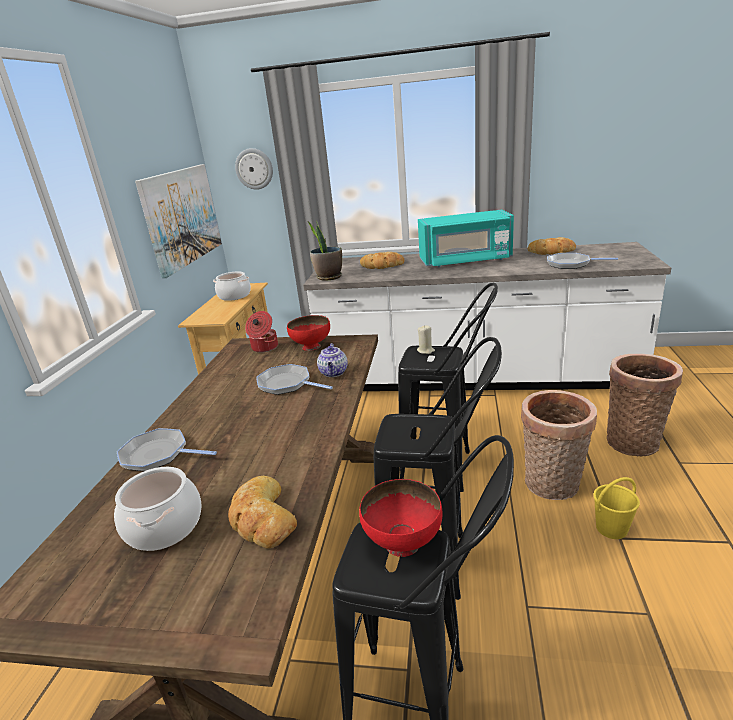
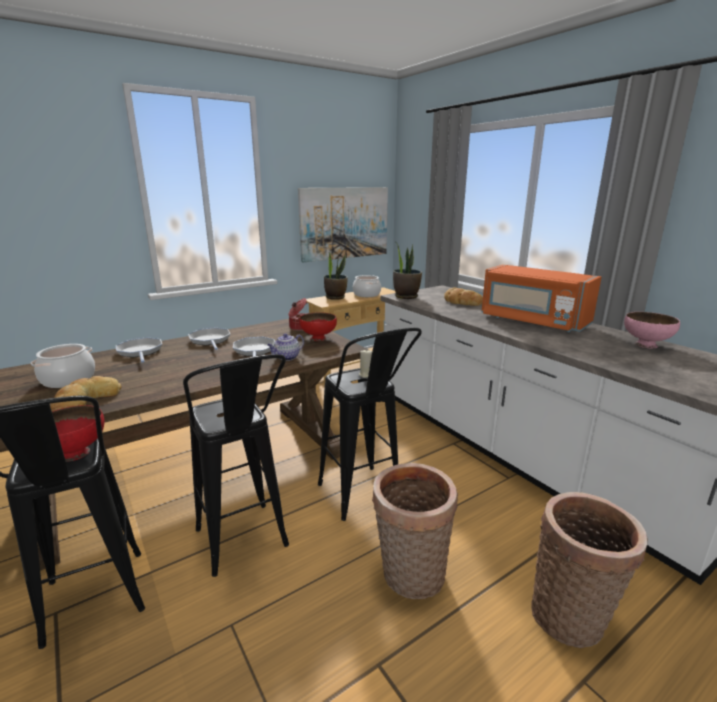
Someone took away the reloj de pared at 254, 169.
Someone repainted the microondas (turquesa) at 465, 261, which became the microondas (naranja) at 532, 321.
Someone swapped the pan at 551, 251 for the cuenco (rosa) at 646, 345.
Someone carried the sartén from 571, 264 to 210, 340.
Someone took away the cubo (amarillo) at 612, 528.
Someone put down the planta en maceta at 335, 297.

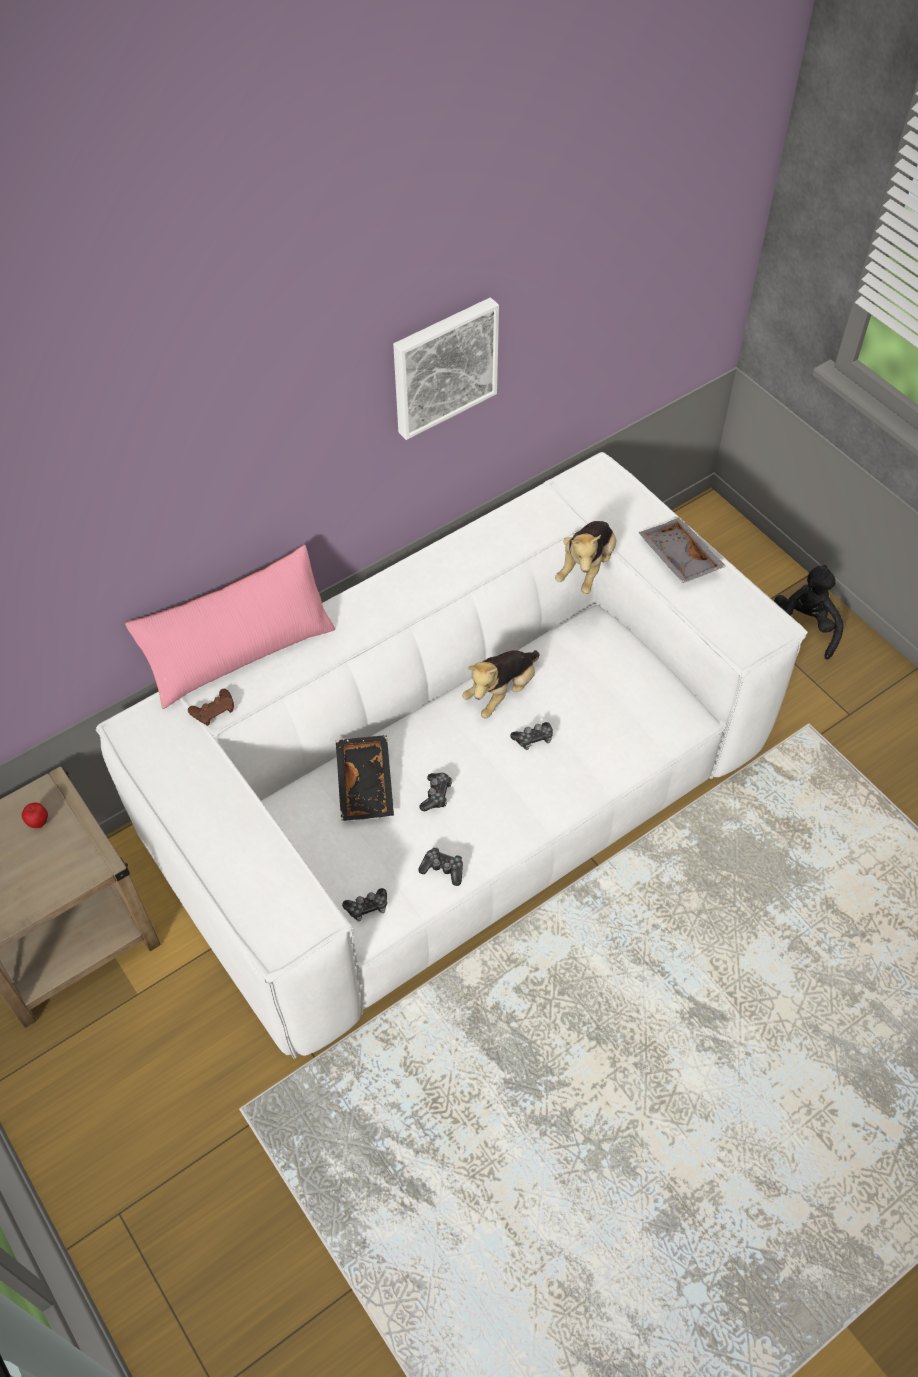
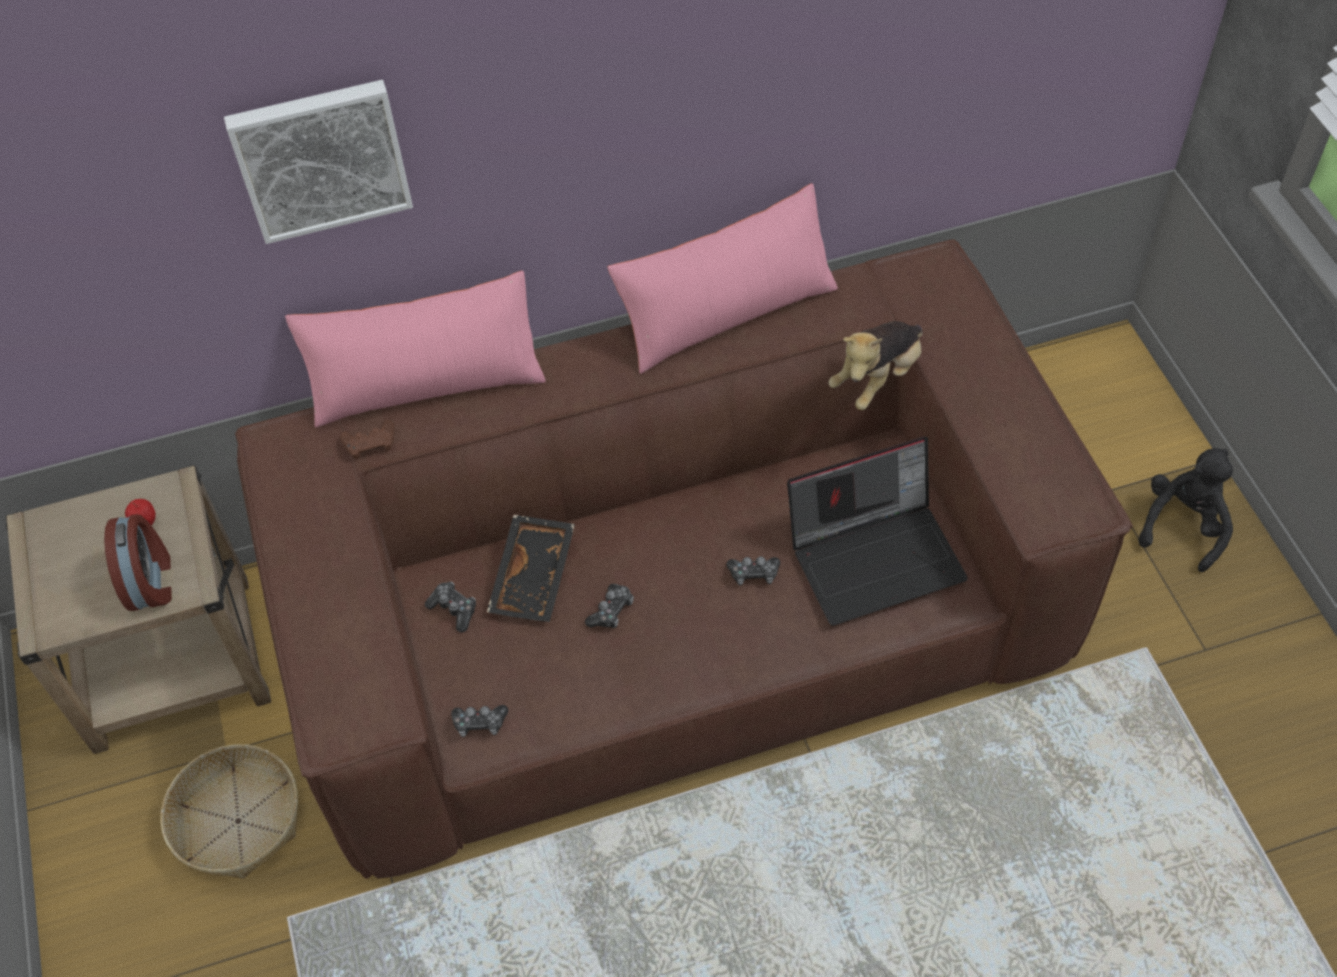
Someone carried the cuadro from 443, 366 to 320, 157.
Someone repainted the sofá (blanco) at 460, 791, which became the sofá (marrón) at 676, 617.
Someone took away the bandeja (gris) at 678, 558.
Someone took away the peluche at 502, 692.
Someone carried the mando de consola from 443, 869 to 454, 609.
Someone put down the cojín (rosa) at 726, 313.
Someone put down the portátil at 876, 555.
Someone put down the despertador at 151, 581.
Someone put down the cesta at 238, 821.

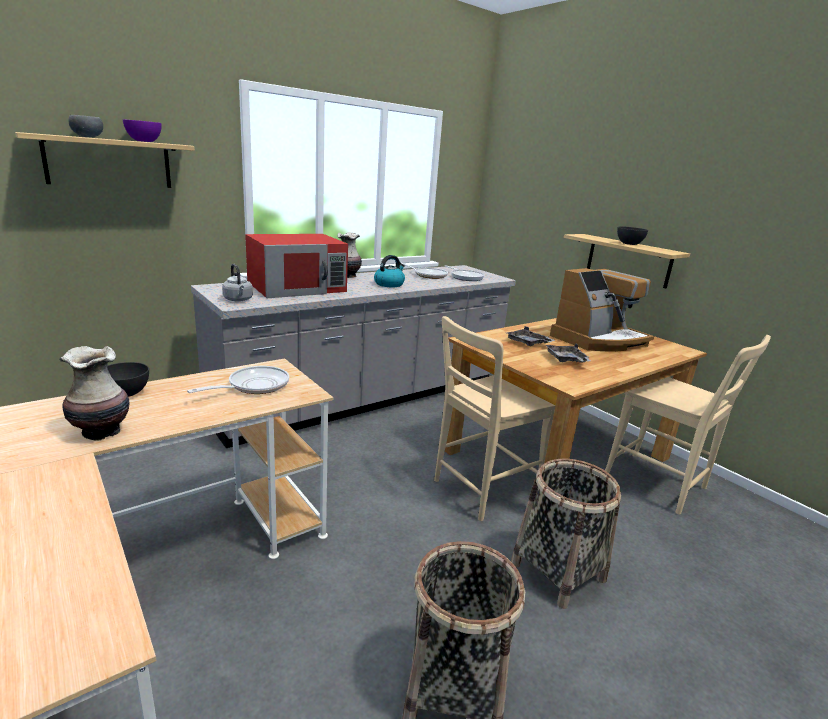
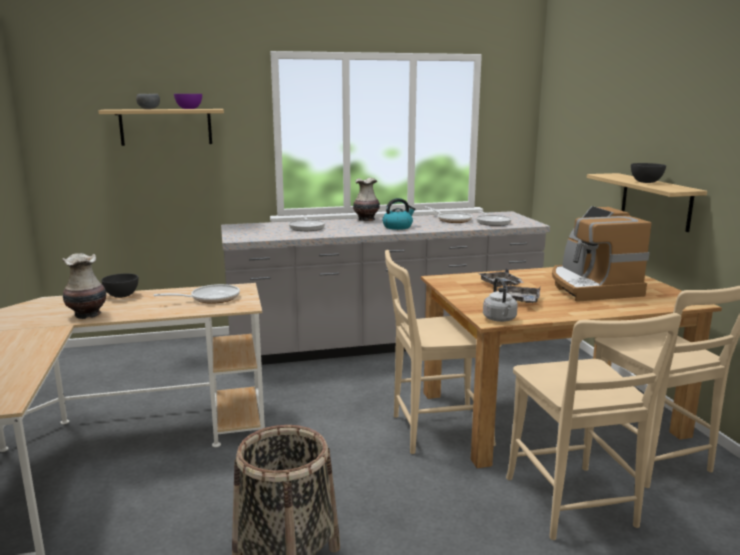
Someone swapped the microondas (rojo) at 297, 287 for the sartén at 307, 227.
Someone carried the hervidor (gris) from 238, 300 to 500, 319.
Someone rotated the cafetera at 598, 340 by 90 degrees clockwise.
Someone took away the cesta at 558, 572.
Someone put down the silla (beis) at 573, 506.

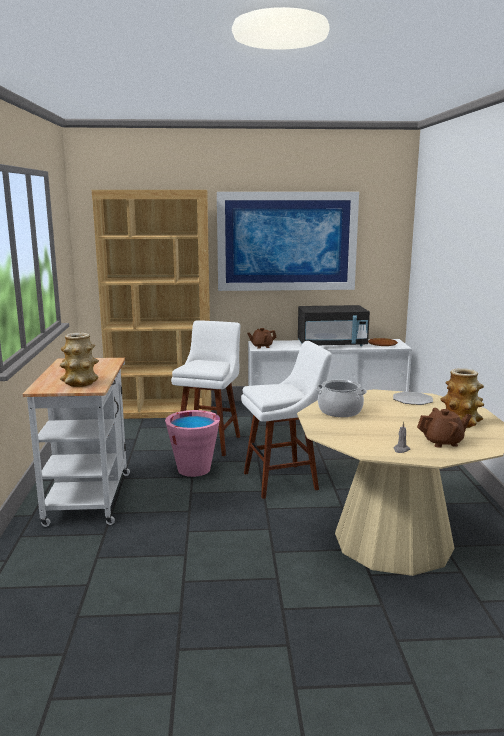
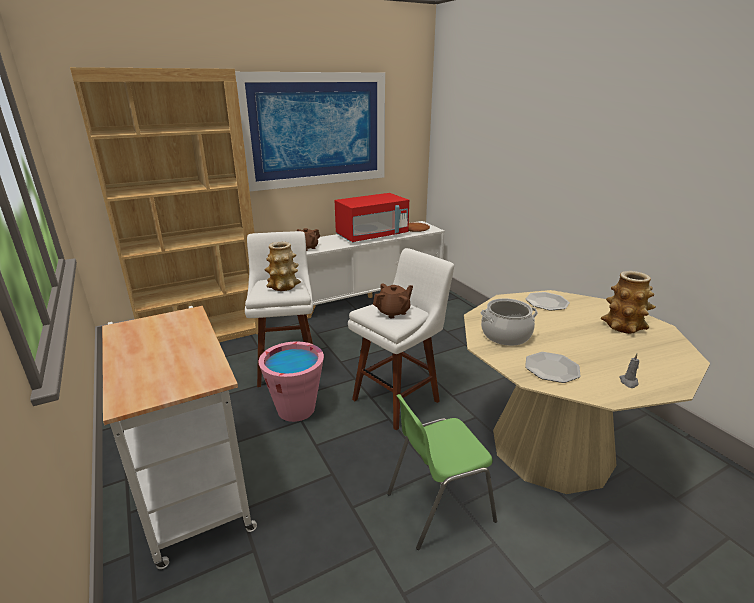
Someone repainted the microondas (negro) at 332, 345, which became the microondas (rojo) at 372, 236.
Someone carried the florero from 80, 383 to 283, 286.
Someone carried the tetera (marrón) from 442, 442 to 393, 312.
Someone put down the plato at 552, 368.
Someone put down the silla (verde) at 438, 506.

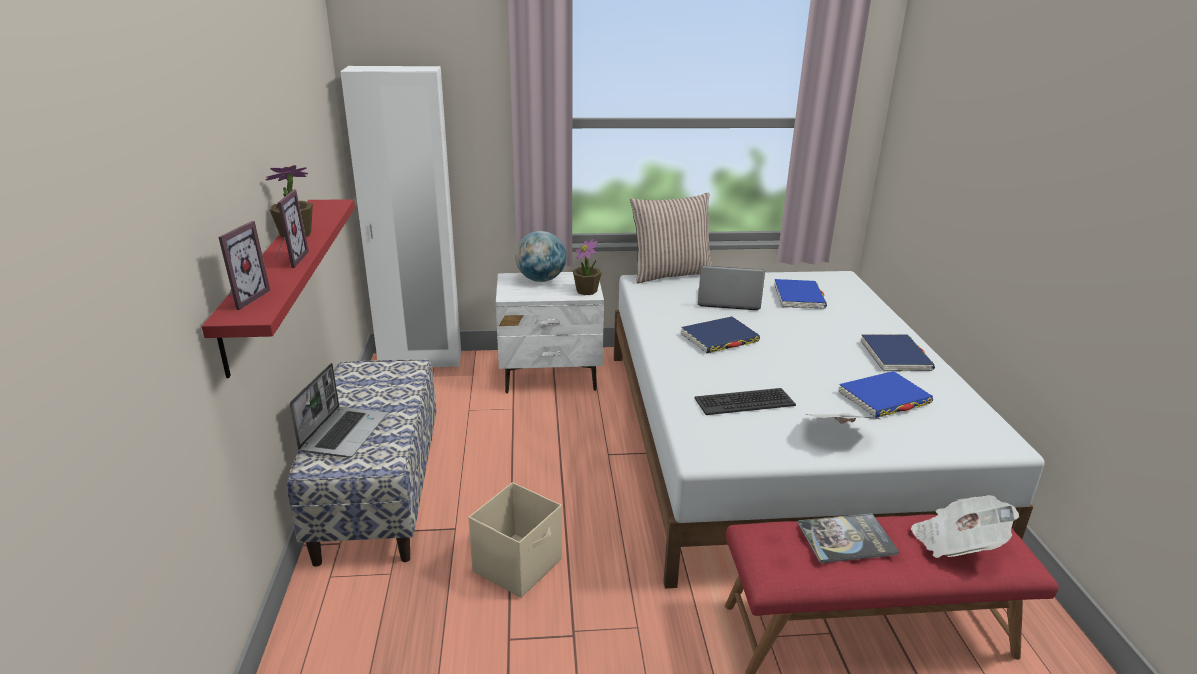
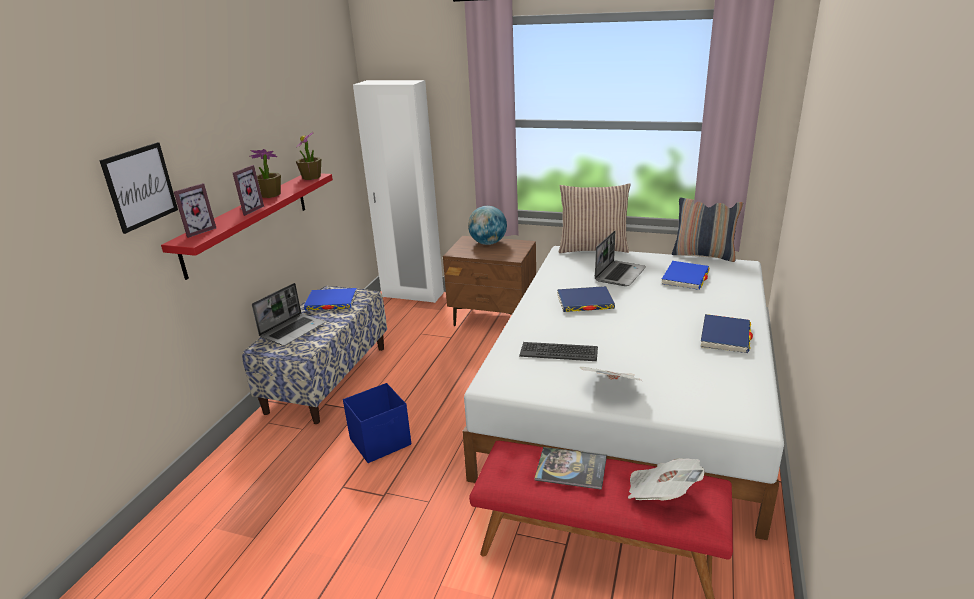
Someone carried the planta en maceta from 586, 291 to 311, 177.
Someone rotated the portátil at 727, 301 by 90 degrees clockwise.
Someone repainted the mesita de noche (blanco) at 551, 376, which became the mesita de noche (marrón) at 493, 318.
Someone carried the libro (azul) from 884, 398 to 331, 302.
Someone repainted the caja de almacenaje (beis) at 519, 565, which became the caja de almacenaje (azul) at 381, 442.
Someone put up the cuadro at 140, 186.
Someone put down the cojín at 703, 255.

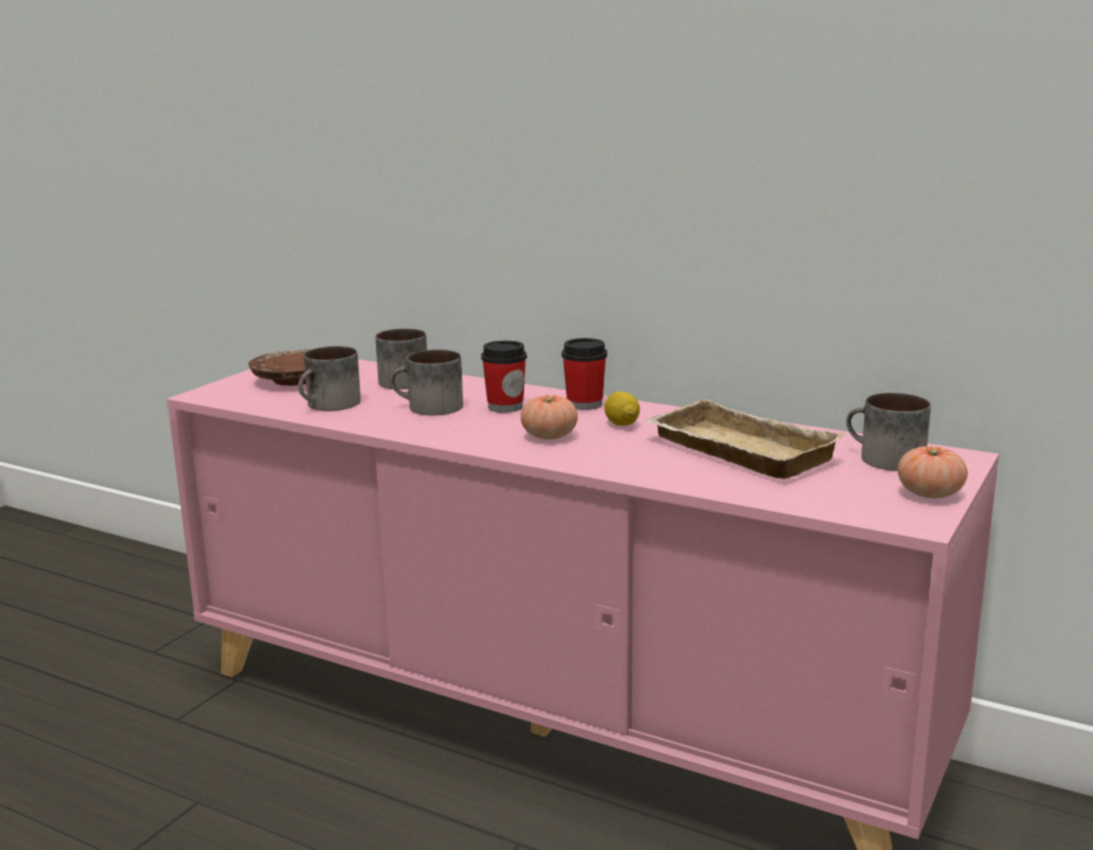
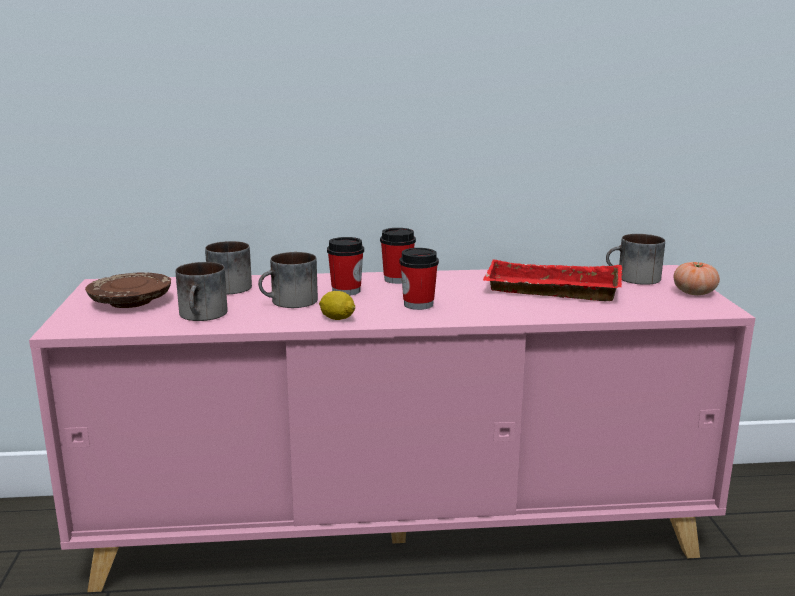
Someone carried the limón from 621, 424 to 337, 318.
Someone swapped the tomate at 549, 436 for the taza at 418, 304.
Someone repainted the bandeja (beis) at 735, 451, which became the bandeja (rojo) at 550, 290.

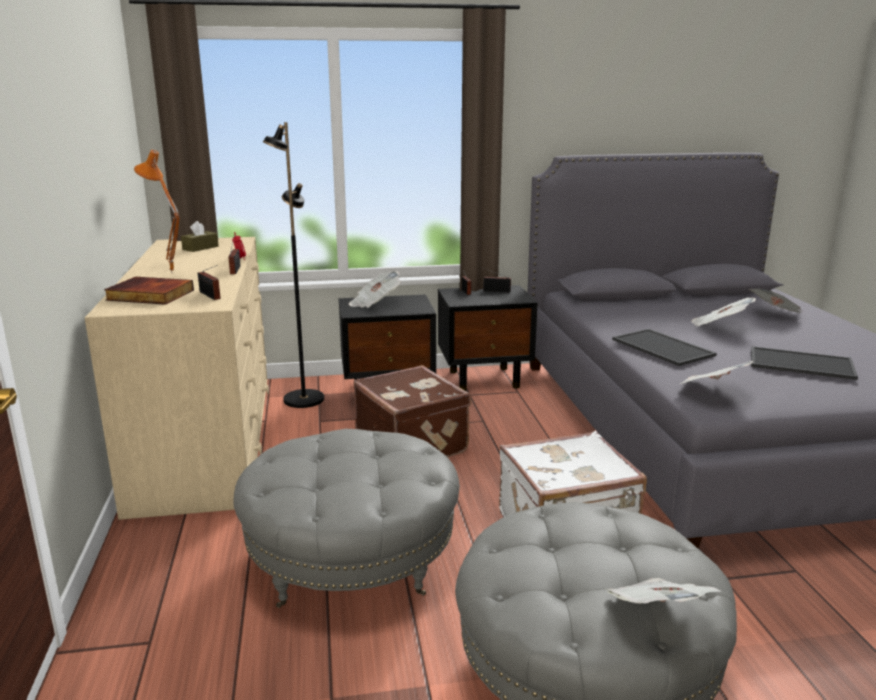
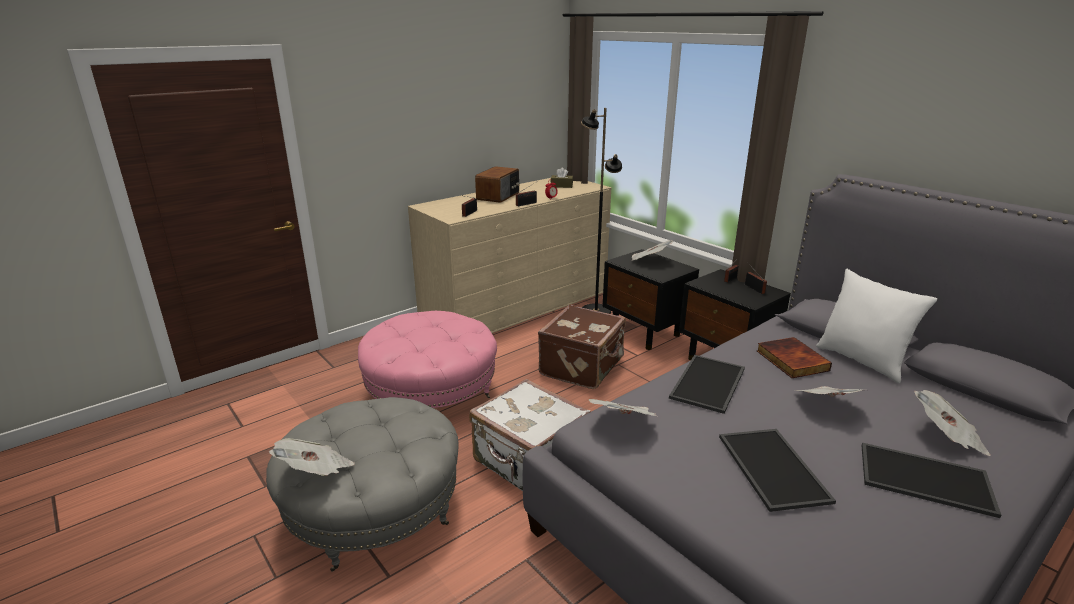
Someone swapped the lámpara de mesa (naranja) at 169, 273 for the radio at 499, 196.
Someone carried the libro from 149, 295 to 790, 360.
Someone repainted the puf (gris) at 351, 560, which became the puf (rosa) at 432, 393.
Someone put down the cojín (blanco) at 862, 360.
Someone put down the bandeja at 926, 478.

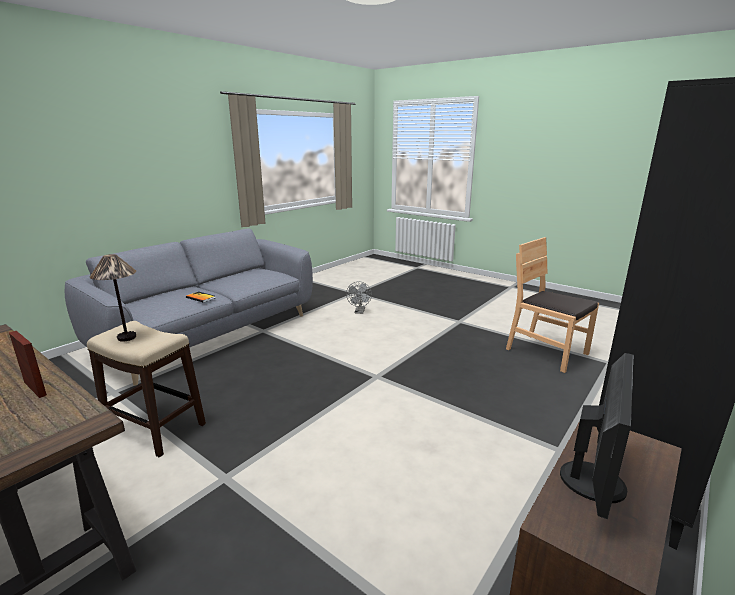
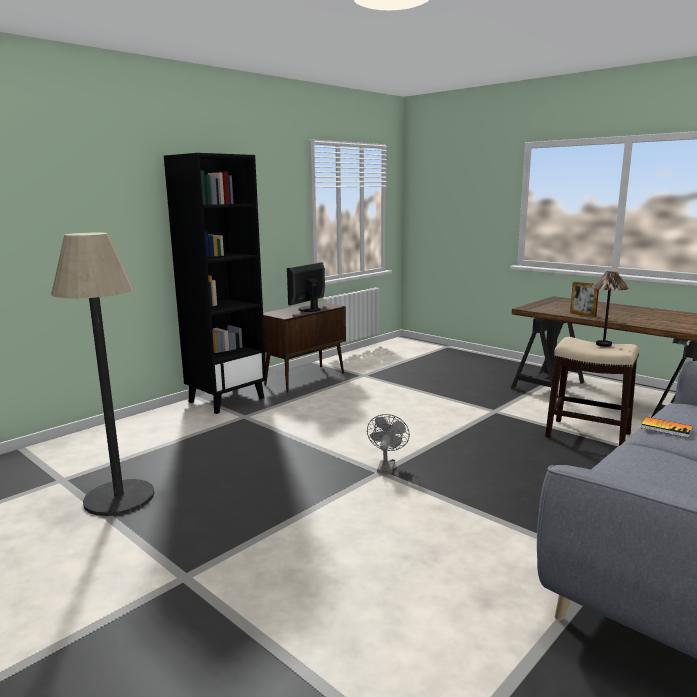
Someone swapped the silla (marrón) at 546, 352 for the lámpara de pie at 119, 498.
Someone carried the ventilador (gris) from 359, 312 to 386, 466.

